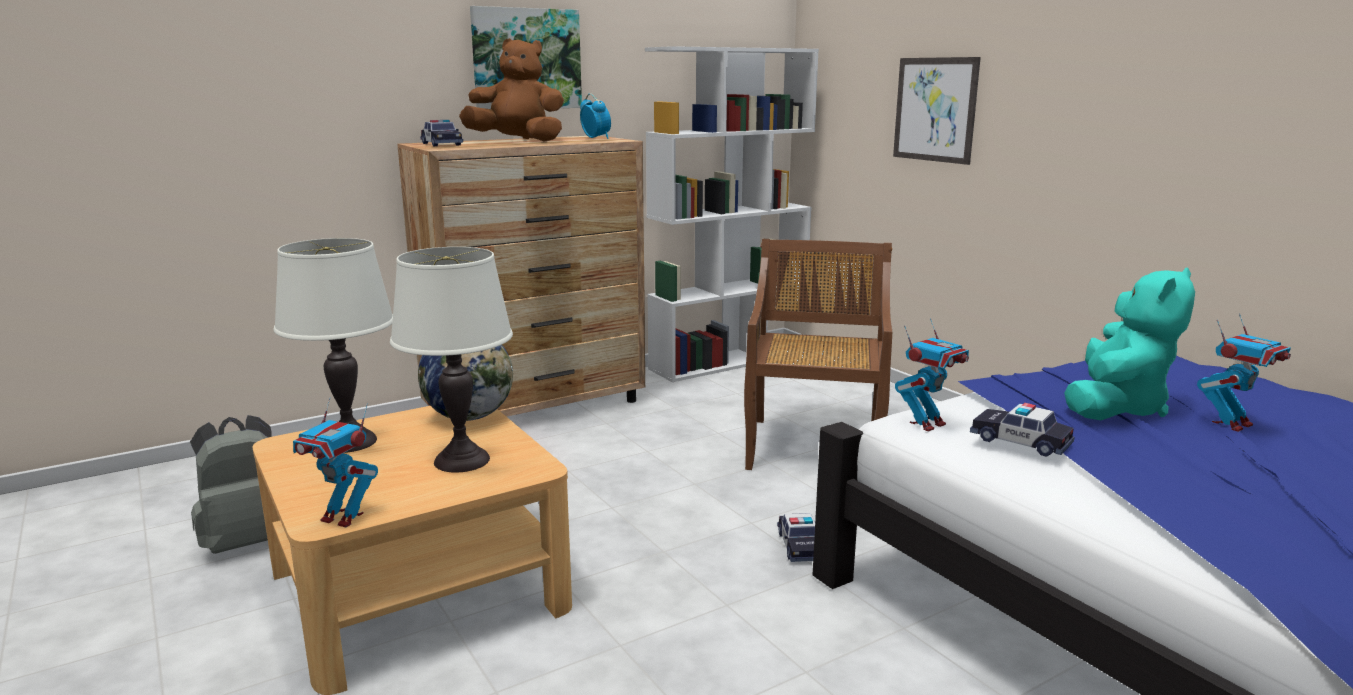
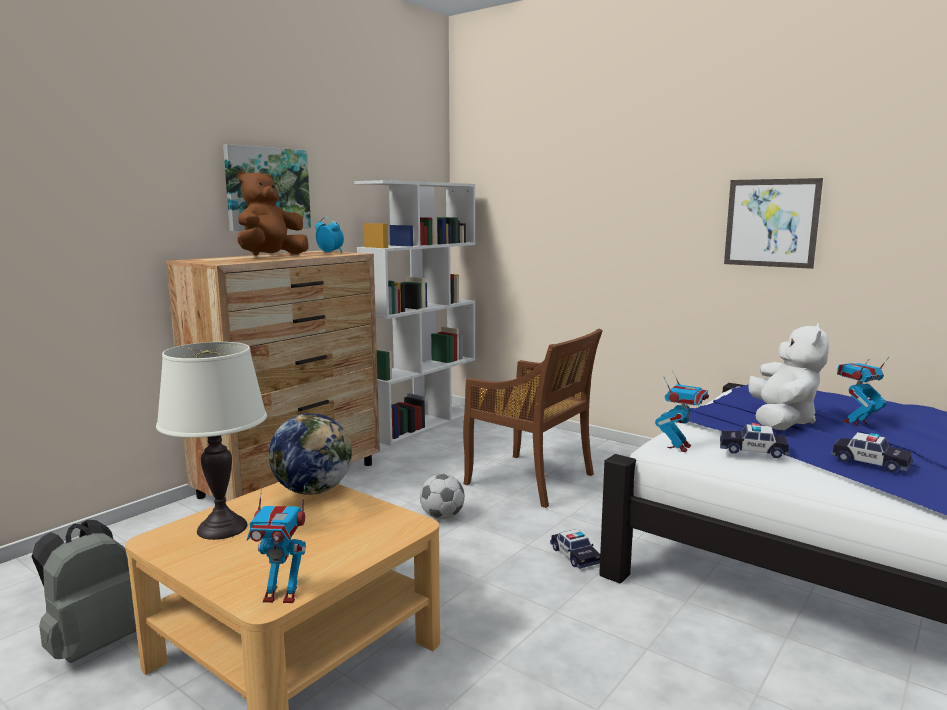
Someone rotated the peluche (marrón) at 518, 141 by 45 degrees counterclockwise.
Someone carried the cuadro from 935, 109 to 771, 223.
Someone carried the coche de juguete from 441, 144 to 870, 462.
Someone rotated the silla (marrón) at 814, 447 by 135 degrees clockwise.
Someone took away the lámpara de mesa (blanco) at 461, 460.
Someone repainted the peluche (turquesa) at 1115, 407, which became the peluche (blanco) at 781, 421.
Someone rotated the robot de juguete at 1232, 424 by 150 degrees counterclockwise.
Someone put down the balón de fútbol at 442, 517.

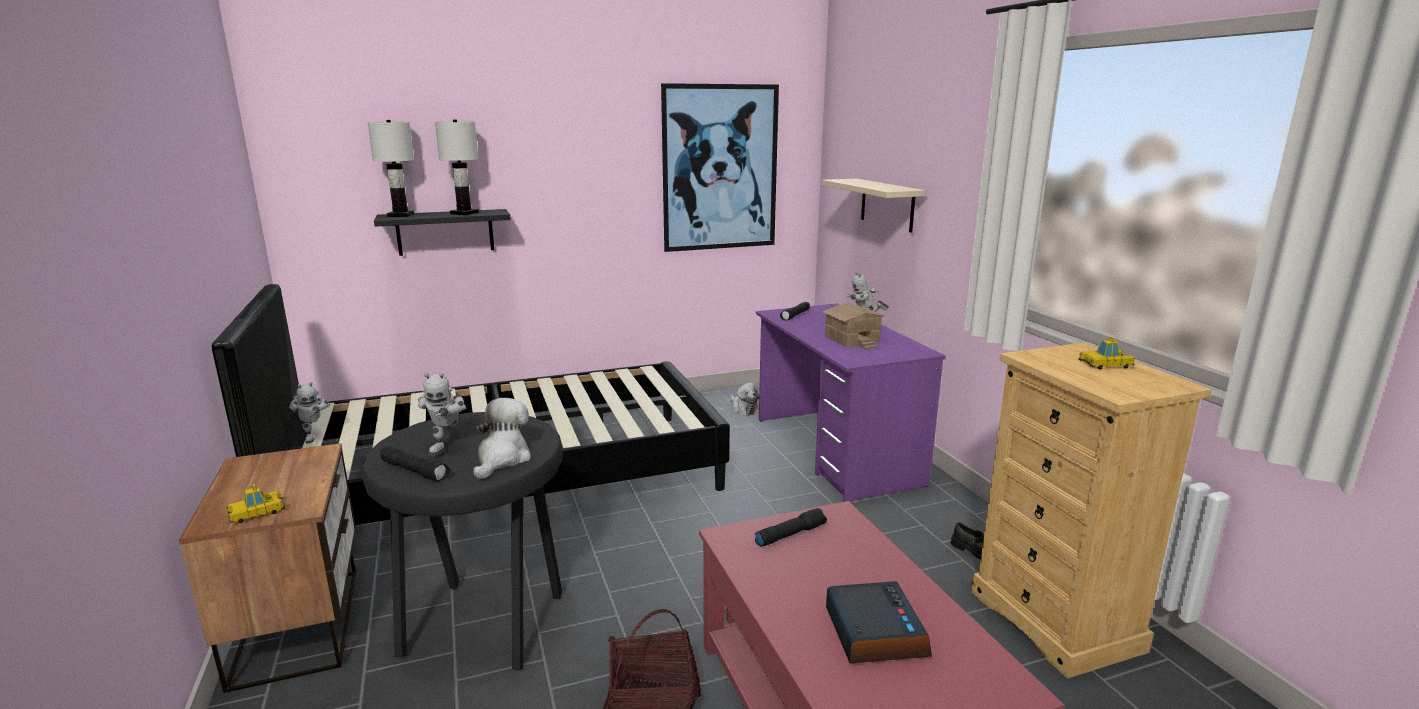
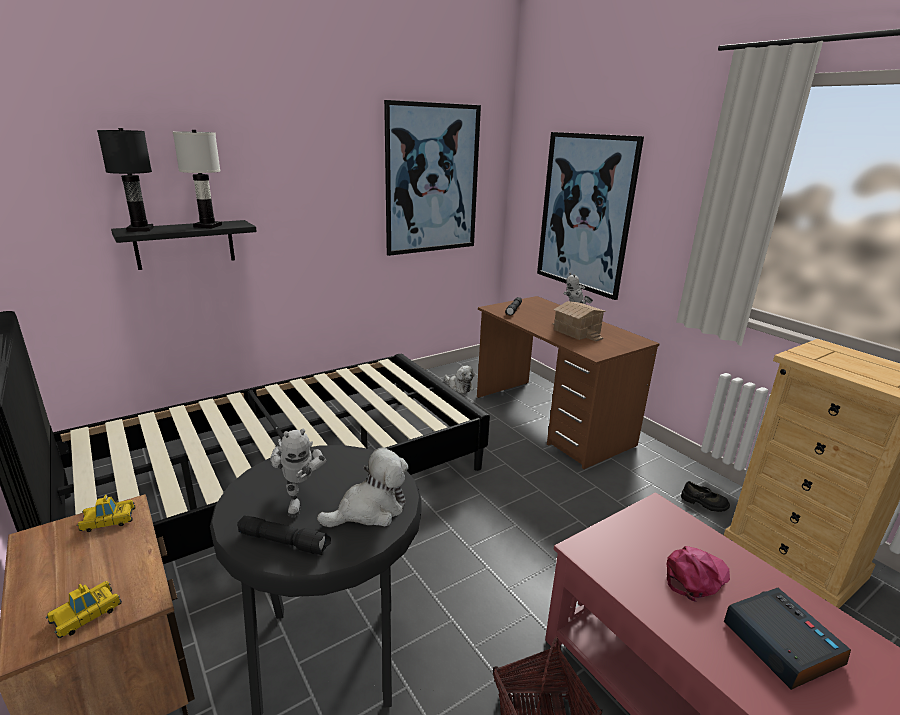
Someone repainted the lámpara de mesa (blanco) at 400, 215, which became the lámpara de mesa (negro) at 140, 229.
Someone swapped the estante (beis) at 887, 204 for the cuadro at 585, 213.
Someone repainted the escritorio (morado) at 835, 451, which became the escritorio (marrón) at 551, 420.
Someone carried the coche de juguete from 1105, 364 to 108, 520.
Someone took away the robot de juguete at 313, 437.
Someone rotated the peluche at 502, 459 by 60 degrees clockwise.
Someone took away the linterna (negro) at 790, 534.
Someone put down the gorra (rosa) at 695, 577.

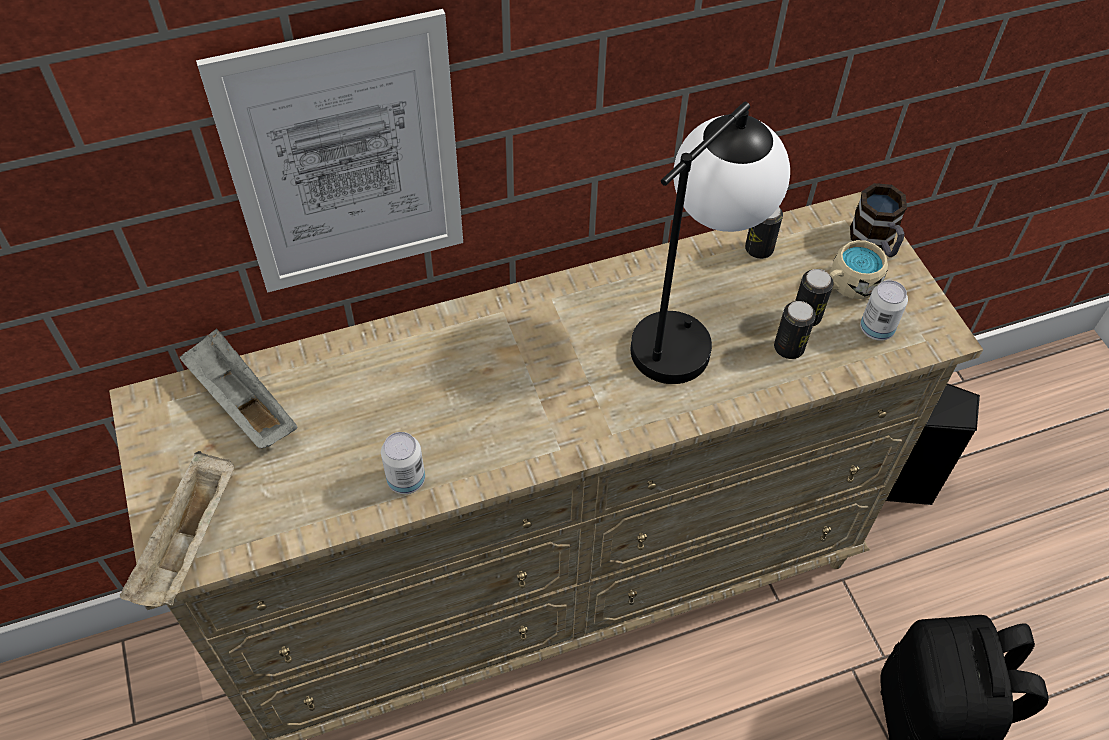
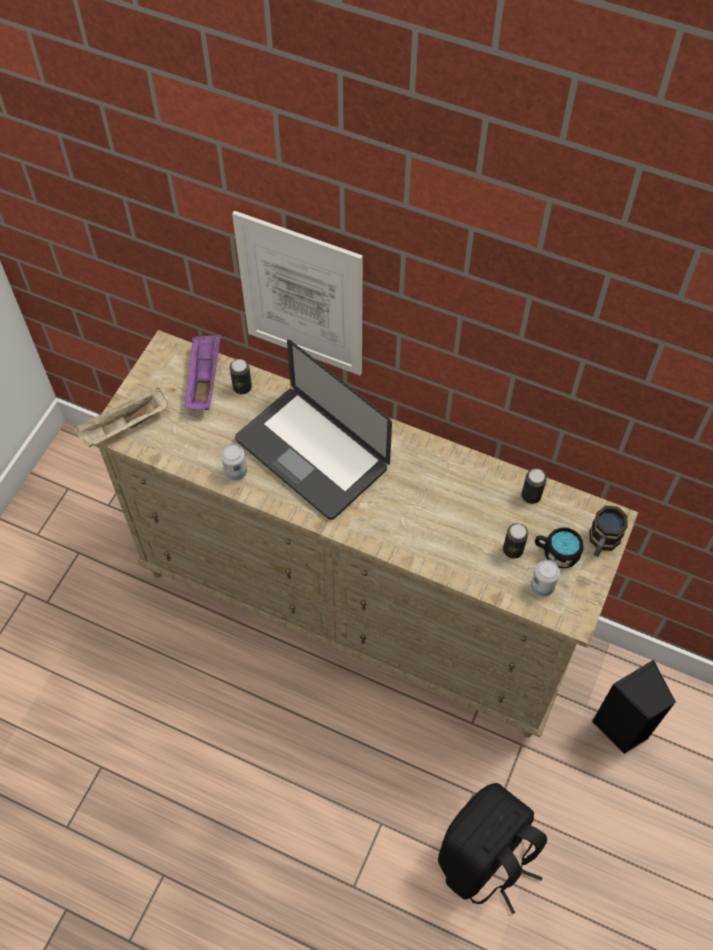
Someone took away the lámpara de mesa at 689, 330.
Someone repainted the taza grande (beis) at 848, 285, which became the taza grande (negro) at 556, 552.
Someone carried the lata from 789, 348 to 242, 387.
Someone repainted the bandeja (gris) at 241, 403, which became the bandeja (morado) at 204, 379.
Someone put down the portátil at 311, 454.

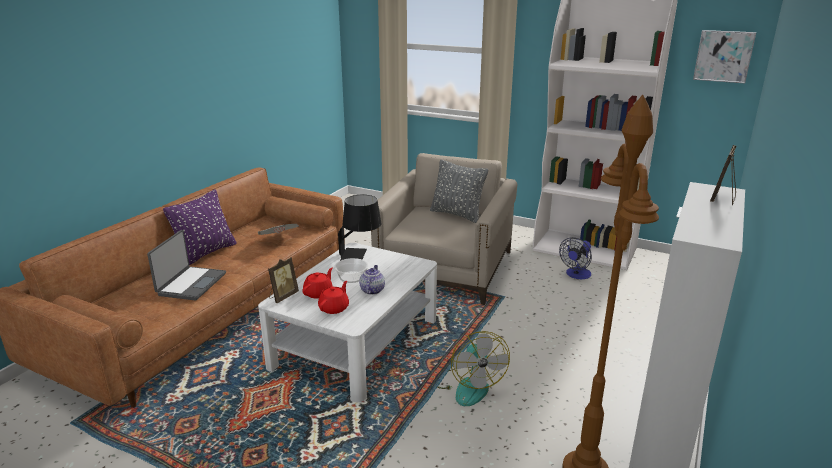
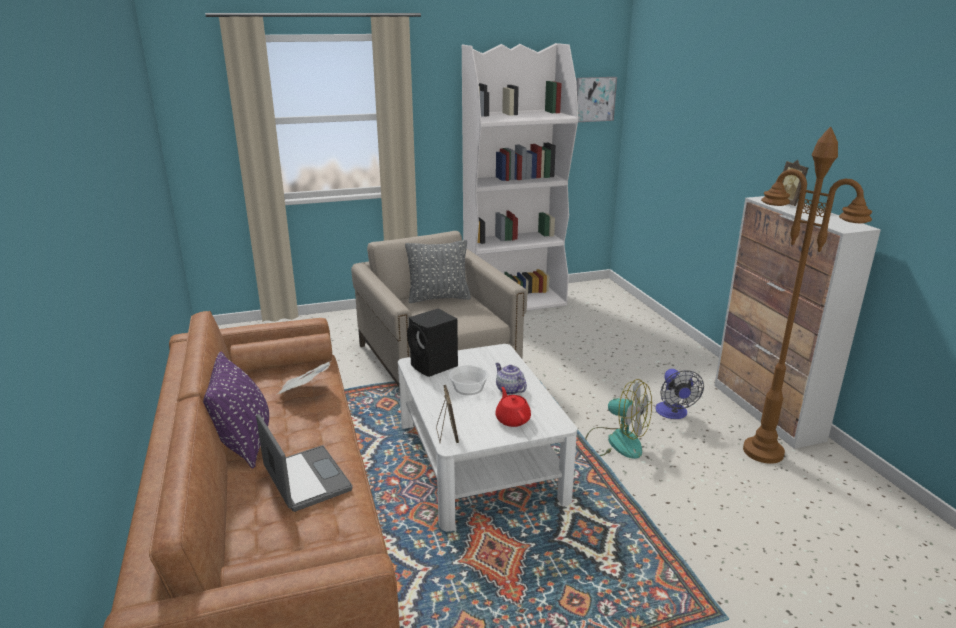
Someone swapped the lámpara de mesa (negro) at 360, 255 for the altavoz (negro) at 434, 366.
Someone carried the ventilador from 576, 275 to 673, 414.
Someone took away the tetera (rojo) at 319, 293.

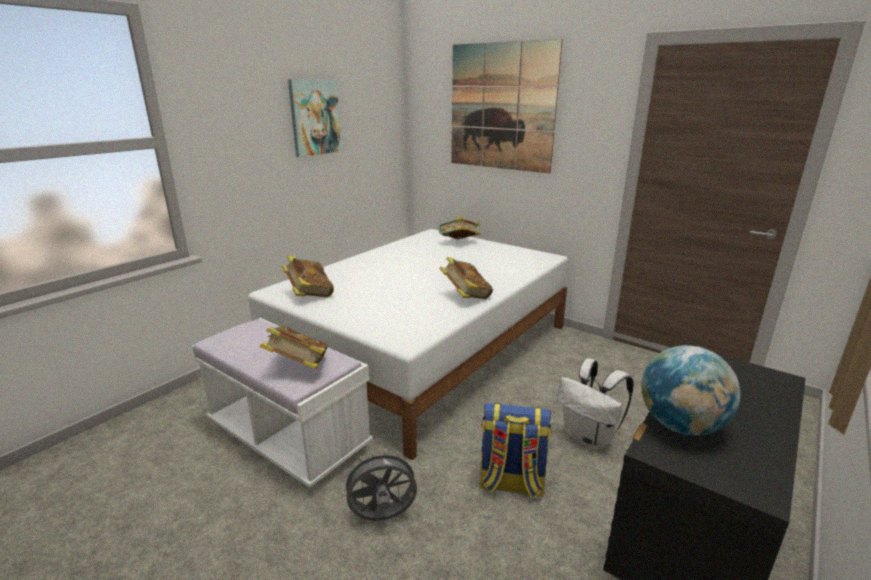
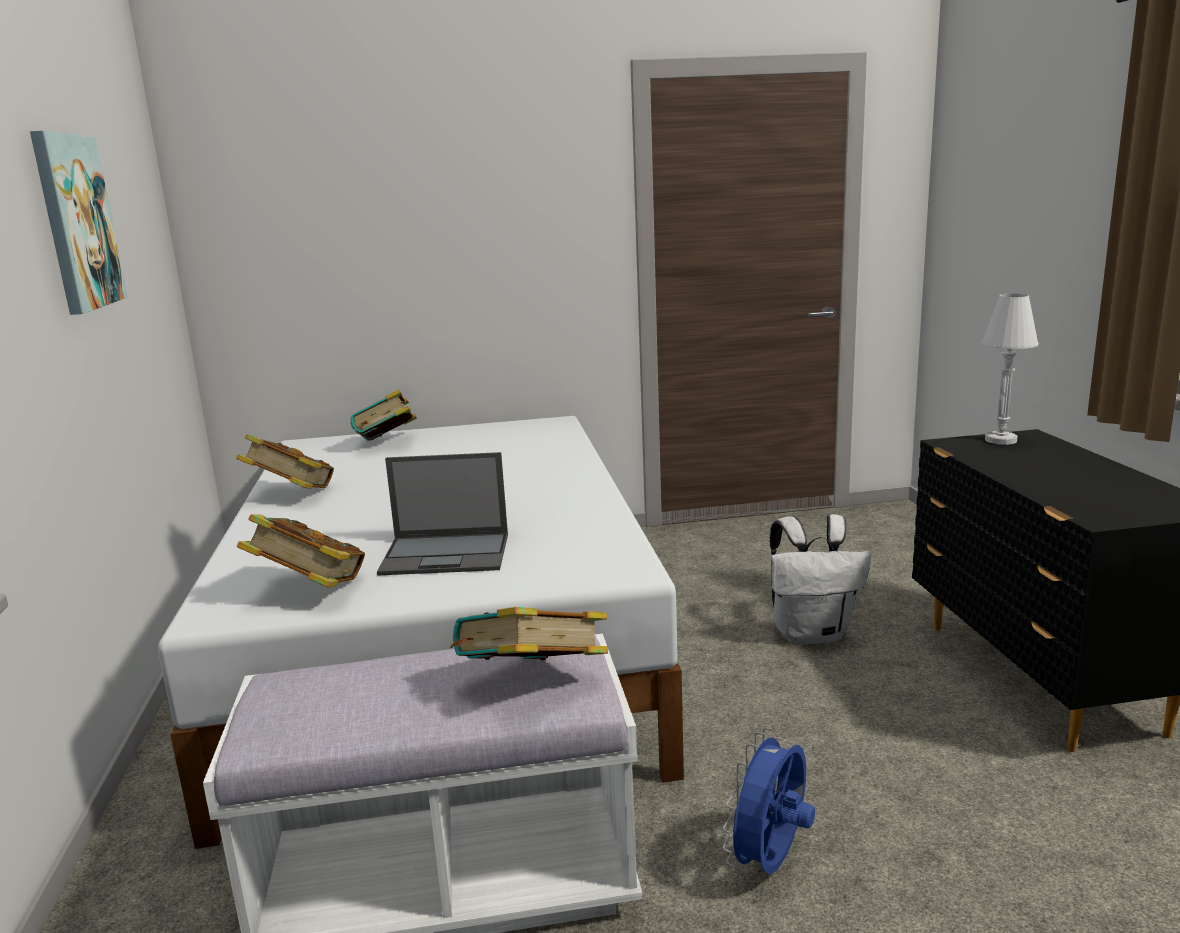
Someone took away the cuadro at 501, 107.
Someone carried the libro from 465, 297 to 291, 495.
Someone took away the globo terráqueo at 680, 425.
Someone took away the mochila at 511, 483.
Someone repainted the ventilador (gris) at 382, 518, which became the ventilador (azul) at 771, 863.
Someone put down the lámpara de mesa (blanco) at 1000, 440.
Someone put down the portátil at 447, 554.

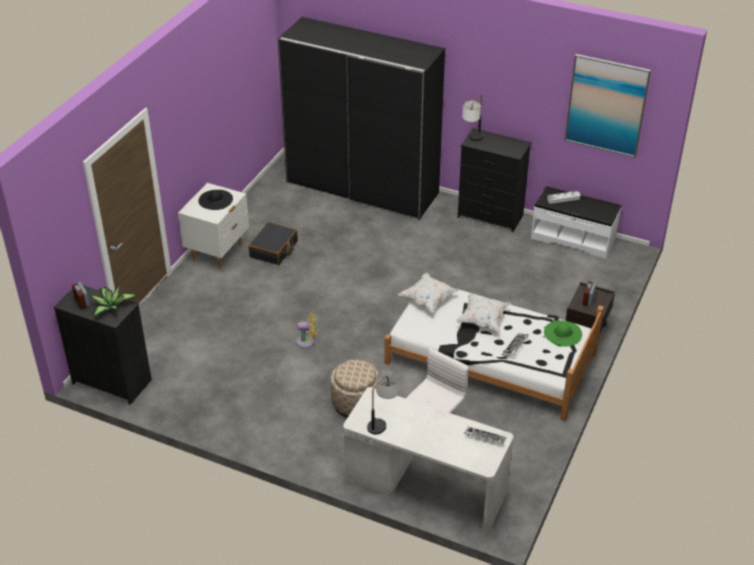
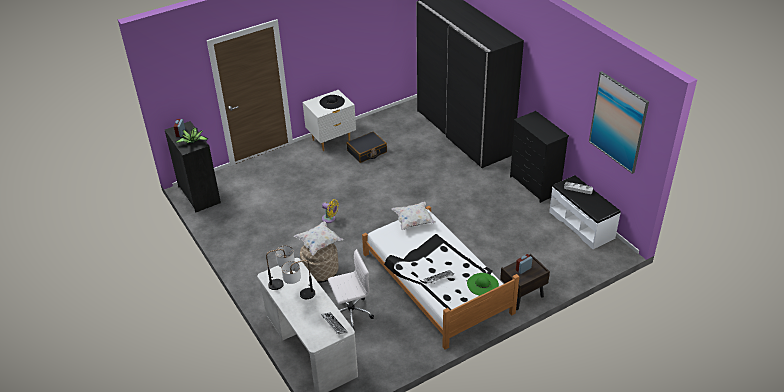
Someone carried the lámpara de mesa from 472, 140 to 300, 296.
Someone carried the cojín (blanco) from 483, 320 to 319, 244.

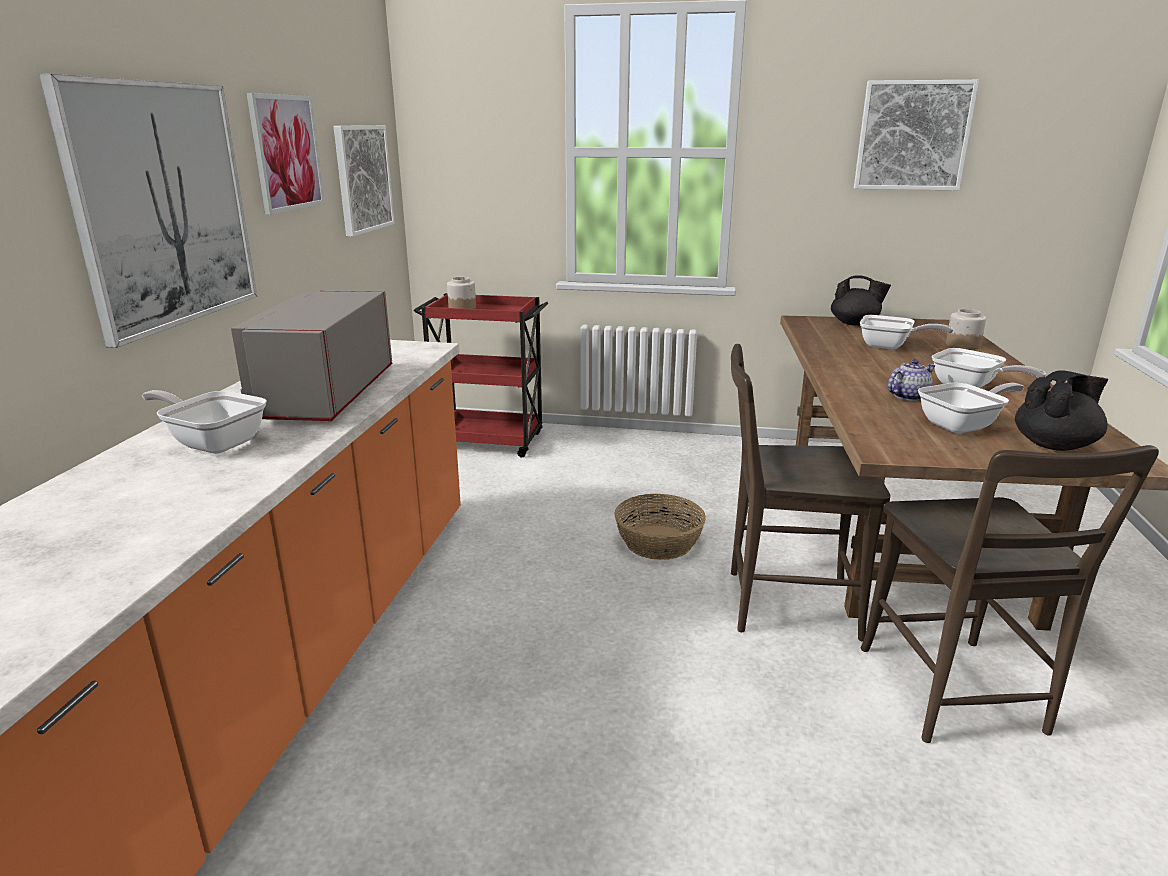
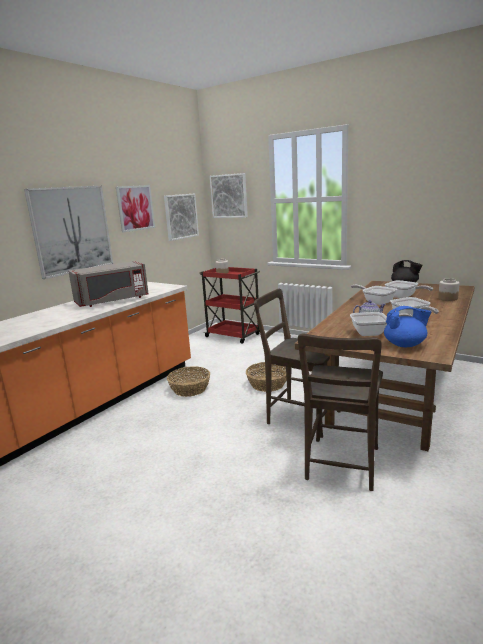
Someone carried the cuadro from 913, 136 to 229, 196.
Someone rotated the microondas (gris) at 325, 395 by 150 degrees counterclockwise.
Someone repainted the tetera (negro) at 1055, 445, which became the tetera (azul) at 405, 345.
Someone carried the sartén from 213, 442 to 376, 302.
Someone put down the cesta at 190, 389.

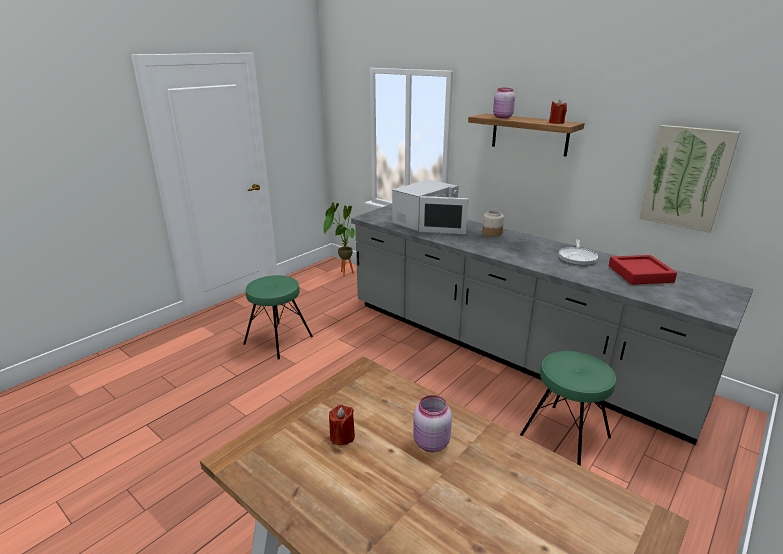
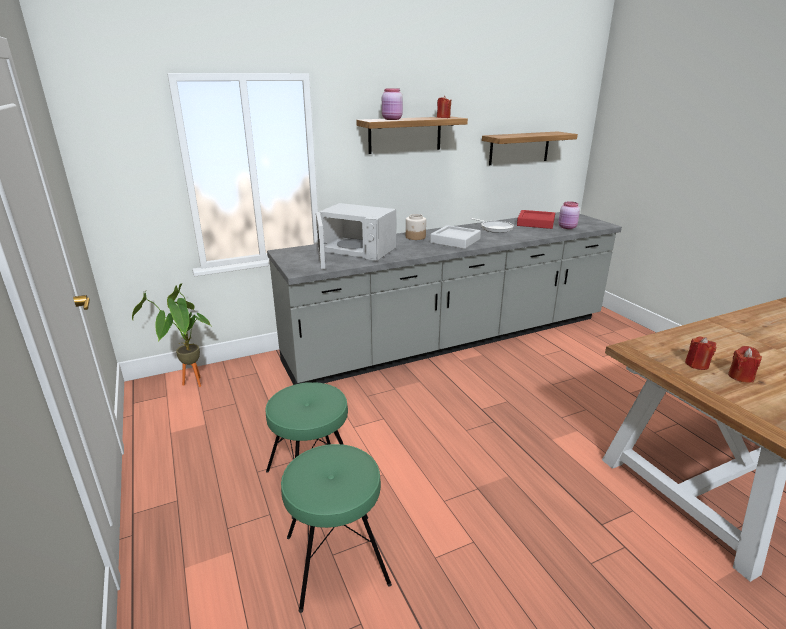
Someone swapped the cuadro at 686, 178 for the estante at 519, 148.
Someone rotated the microondas (blanco) at 425, 222 by 135 degrees clockwise.
Someone carried the taburete (verde) from 565, 436 to 337, 559.
Someone carried the tarro (rosa) from 430, 443 to 567, 227.
Someone put down the bandeja (gris) at 455, 241.
Someone put down the vela (rojo) at 696, 364.

